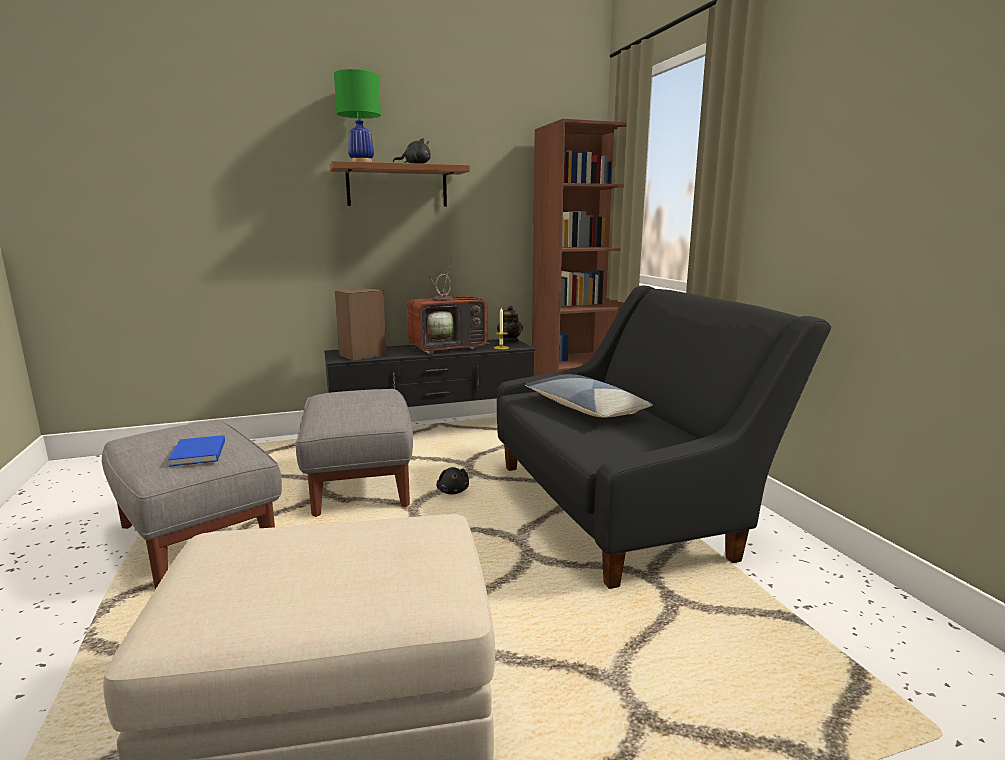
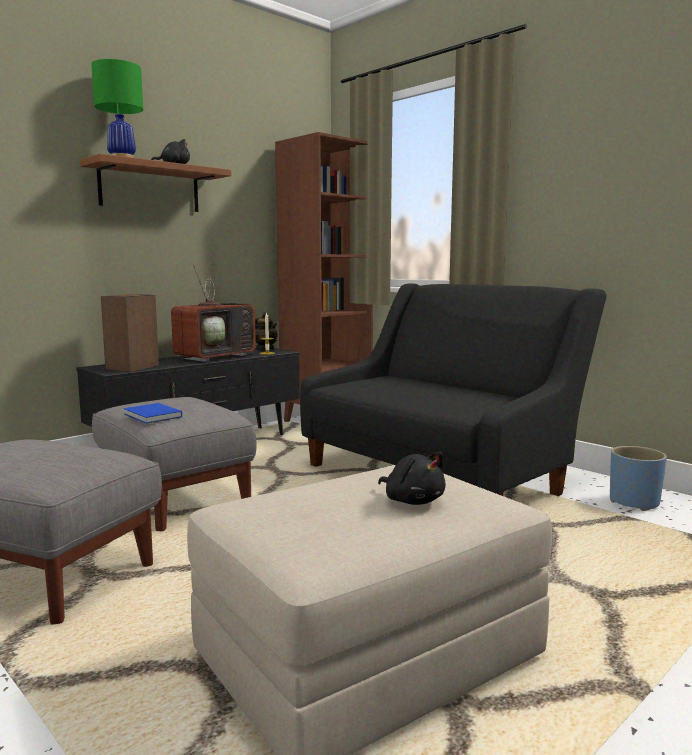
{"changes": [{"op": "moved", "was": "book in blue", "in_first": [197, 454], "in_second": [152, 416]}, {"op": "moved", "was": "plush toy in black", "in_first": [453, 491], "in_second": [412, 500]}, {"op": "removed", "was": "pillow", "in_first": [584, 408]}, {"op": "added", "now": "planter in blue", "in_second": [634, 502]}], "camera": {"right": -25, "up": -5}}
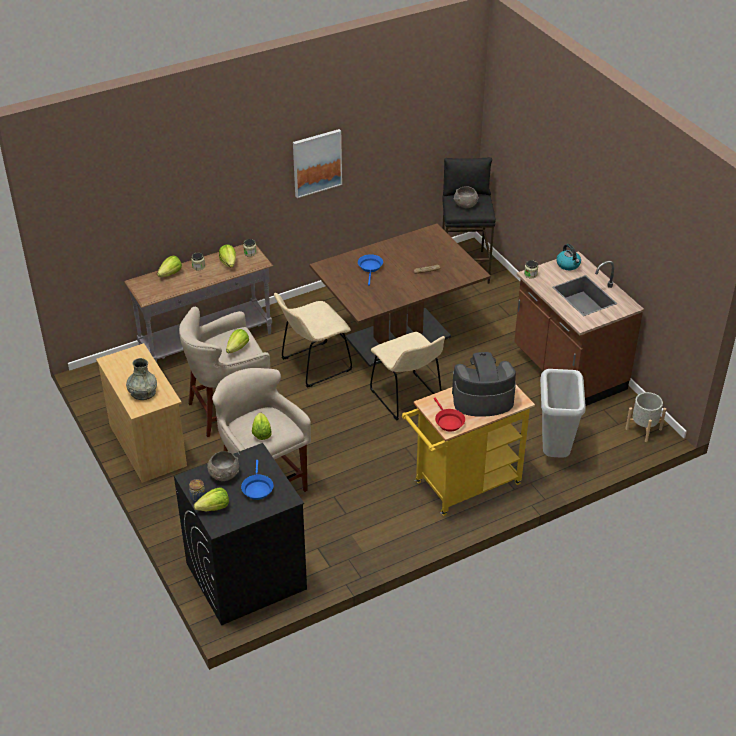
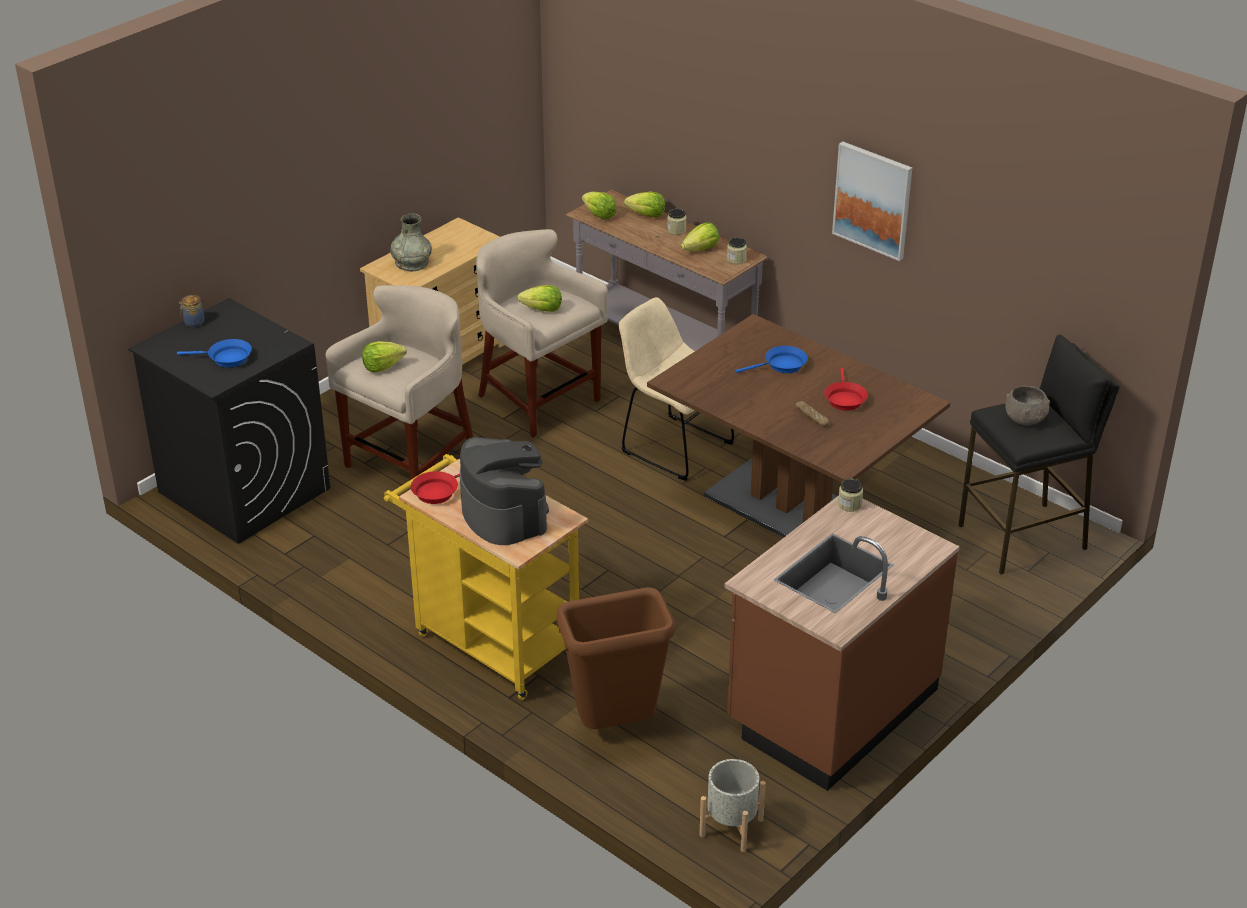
{"changes": [{"op": "moved", "was": "lettuce", "in_first": [214, 508], "in_second": [599, 215]}, {"op": "removed", "was": "bowl in grey", "in_first": [224, 475]}, {"op": "turned", "was": "frying pan in blue", "in_first": [257, 488], "in_second": [226, 358], "clockwise": -150}, {"op": "removed", "was": "chair in beige", "in_first": [408, 398]}, {"op": "recoloured", "was": "trash can in grey", "now": "trash can in brown", "in_first": [555, 452], "in_second": [615, 728]}, {"op": "removed", "was": "kettle", "in_first": [568, 265]}, {"op": "added", "now": "frying pan in red", "in_second": [844, 399]}], "camera": {"right": 70, "up": -5}}
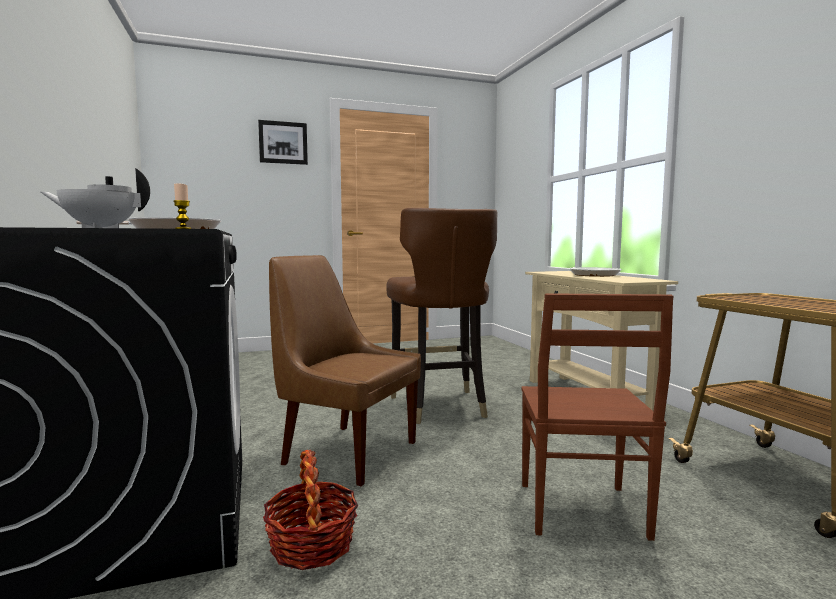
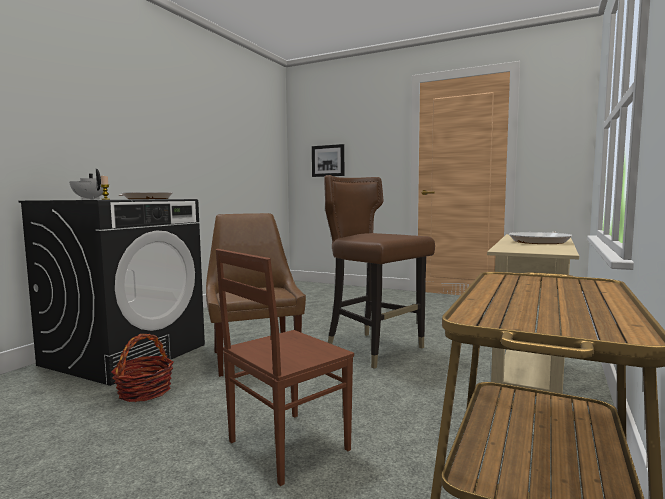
{"changes": [{"op": "moved", "was": "picture", "in_first": [283, 143], "in_second": [328, 161]}, {"op": "turned", "was": "chair in brown", "in_first": [439, 406], "in_second": [375, 349], "clockwise": 105}], "camera": {"right": 45, "up": 0}}
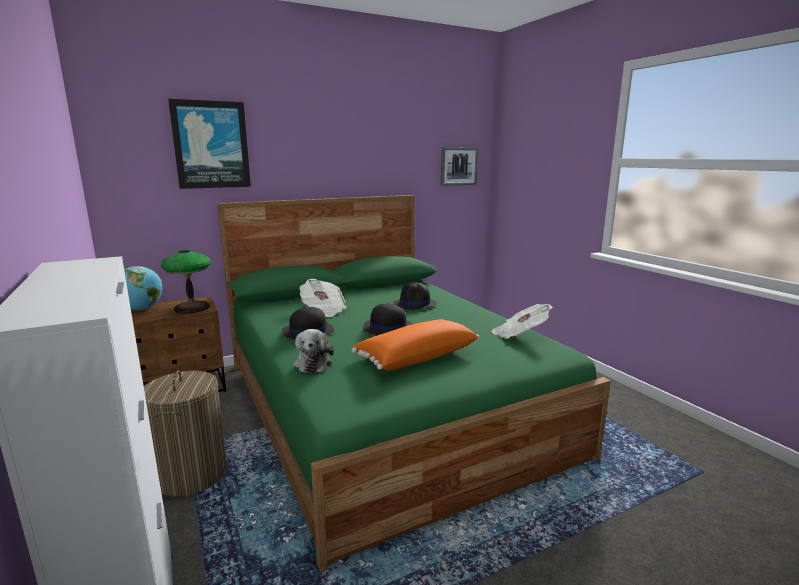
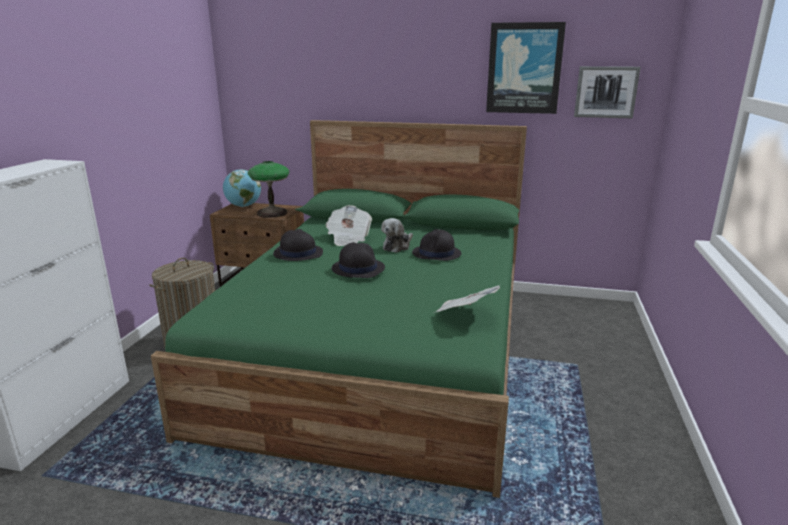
{"changes": [{"op": "moved", "was": "picture", "in_first": [211, 145], "in_second": [524, 68]}, {"op": "moved", "was": "plush toy", "in_first": [313, 363], "in_second": [397, 246]}, {"op": "removed", "was": "pillow in orange", "in_first": [416, 357]}], "camera": {"right": 40, "up": 5}}
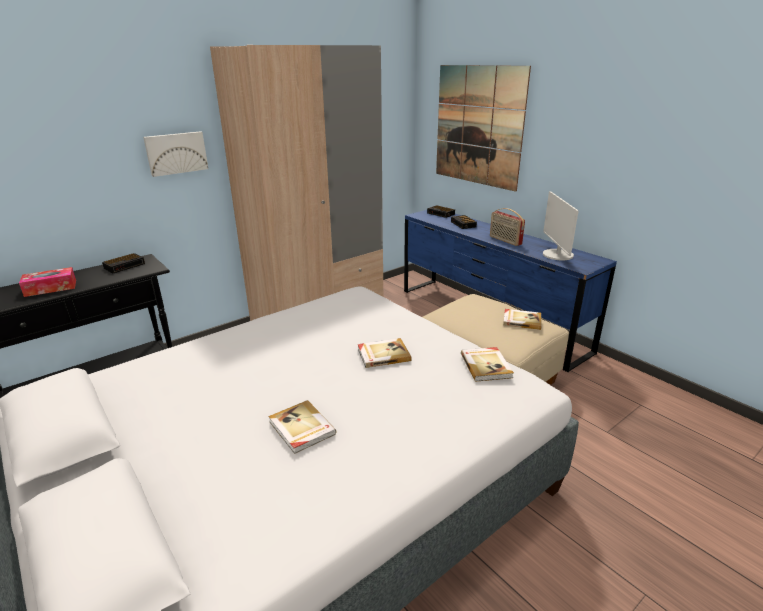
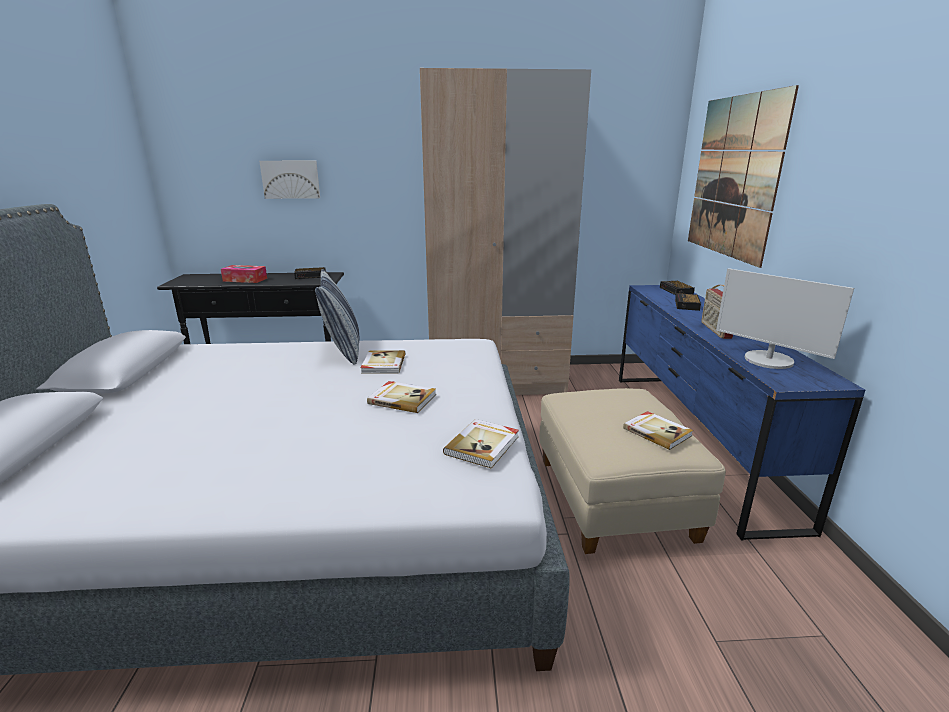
{"changes": [{"op": "moved", "was": "picture", "in_first": [176, 153], "in_second": [291, 179]}, {"op": "moved", "was": "book", "in_first": [301, 428], "in_second": [383, 364]}, {"op": "turned", "was": "monitor", "in_first": [557, 255], "in_second": [768, 360], "clockwise": -75}, {"op": "added", "now": "pillow", "in_second": [343, 351]}], "camera": {"right": 35, "up": -5}}
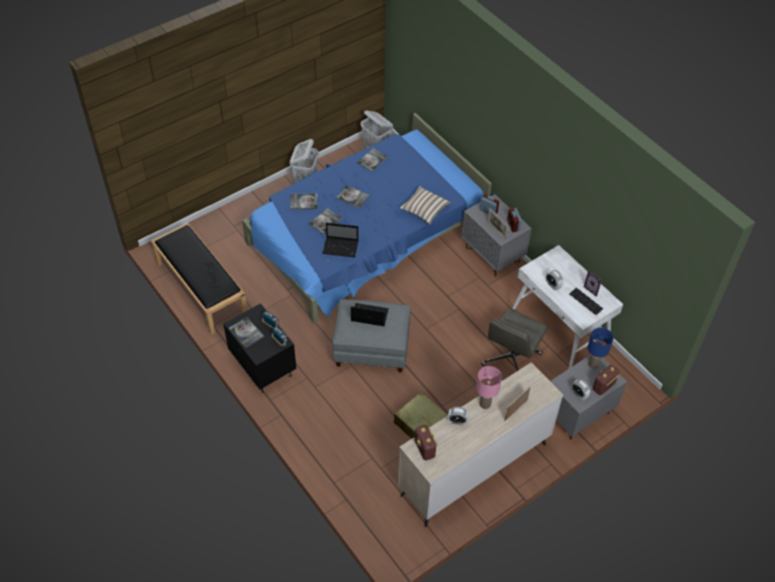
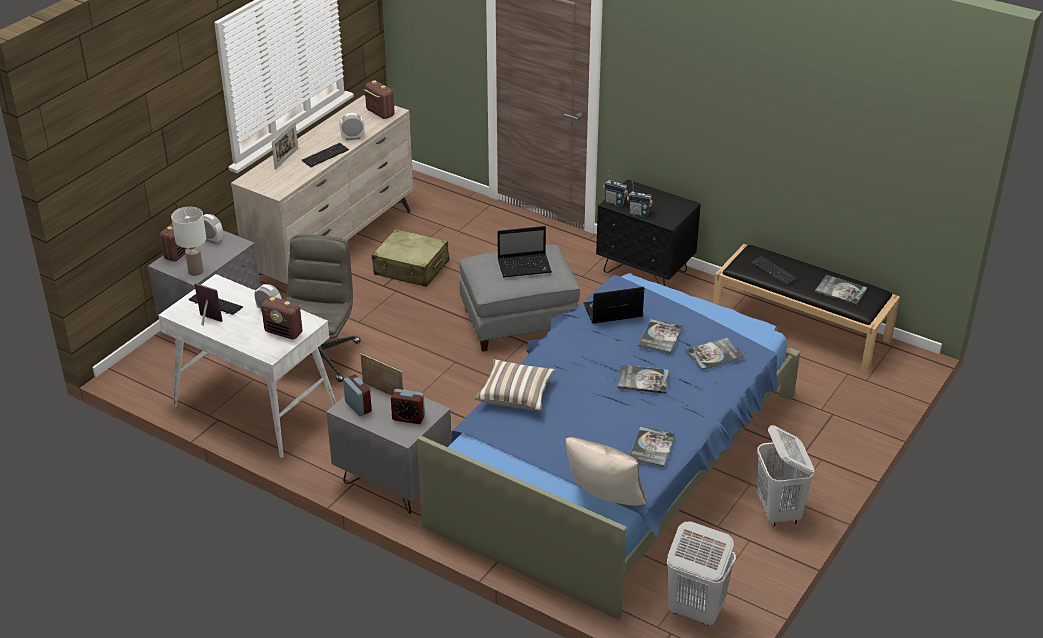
{"changes": [{"op": "moved", "was": "book", "in_first": [246, 332], "in_second": [840, 290]}, {"op": "replaced", "was": "table lamp in pink", "now": "keyboard", "in_first": [485, 404], "in_second": [325, 156]}, {"op": "recoloured", "was": "table lamp in blue", "now": "table lamp in white", "in_first": [593, 364], "in_second": [195, 271]}, {"op": "added", "now": "radio", "in_second": [284, 332]}, {"op": "added", "now": "pillow in beige", "in_second": [604, 499]}], "camera": {"right": 160, "up": -15}}
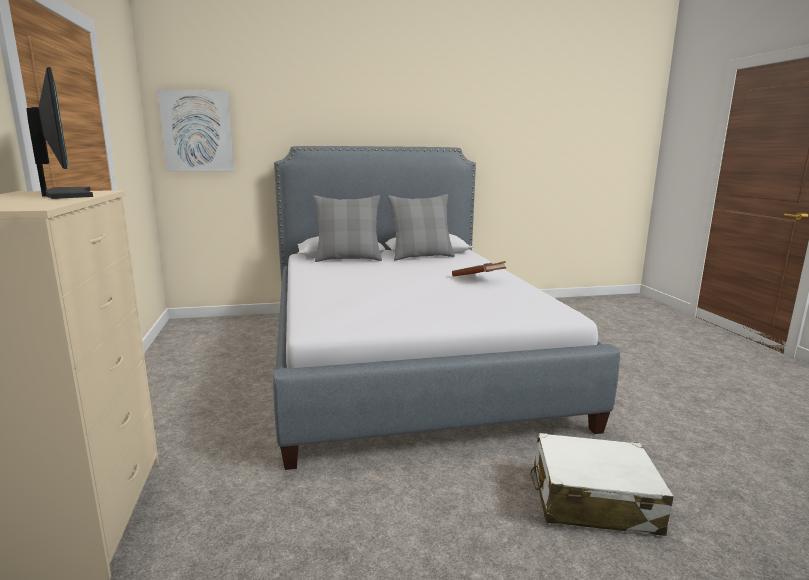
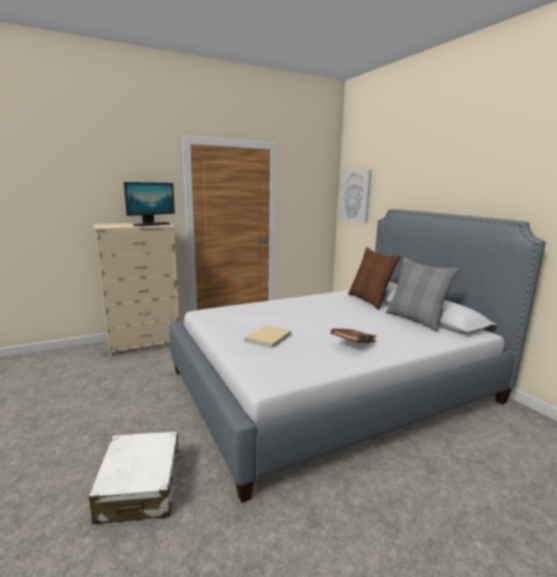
{"changes": [{"op": "recoloured", "was": "pillow in grey", "now": "pillow in brown", "in_first": [348, 259], "in_second": [369, 300]}, {"op": "added", "now": "book in beige", "in_second": [266, 338]}], "camera": {"right": 75, "up": 0}}
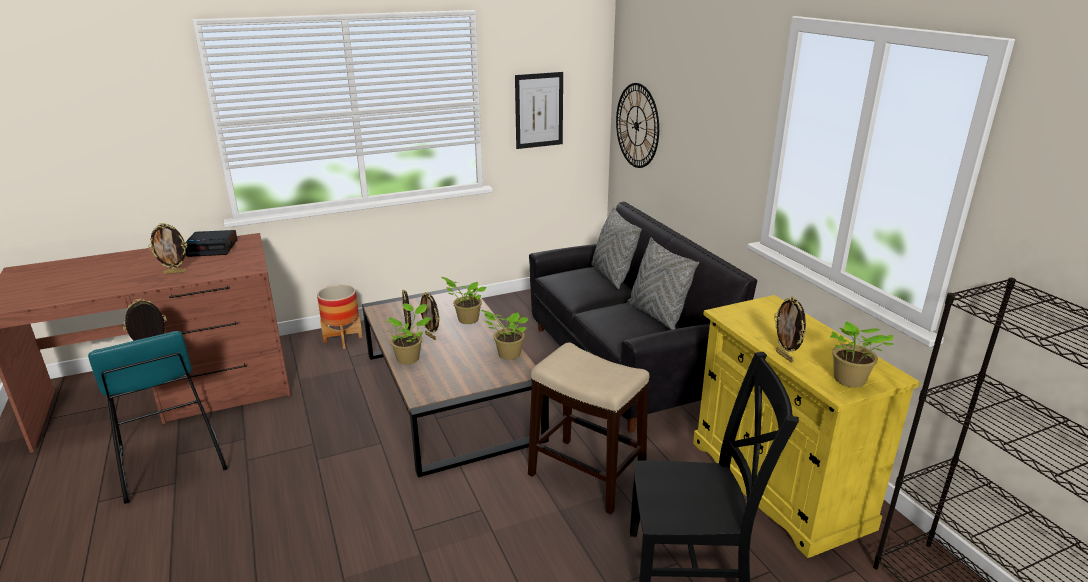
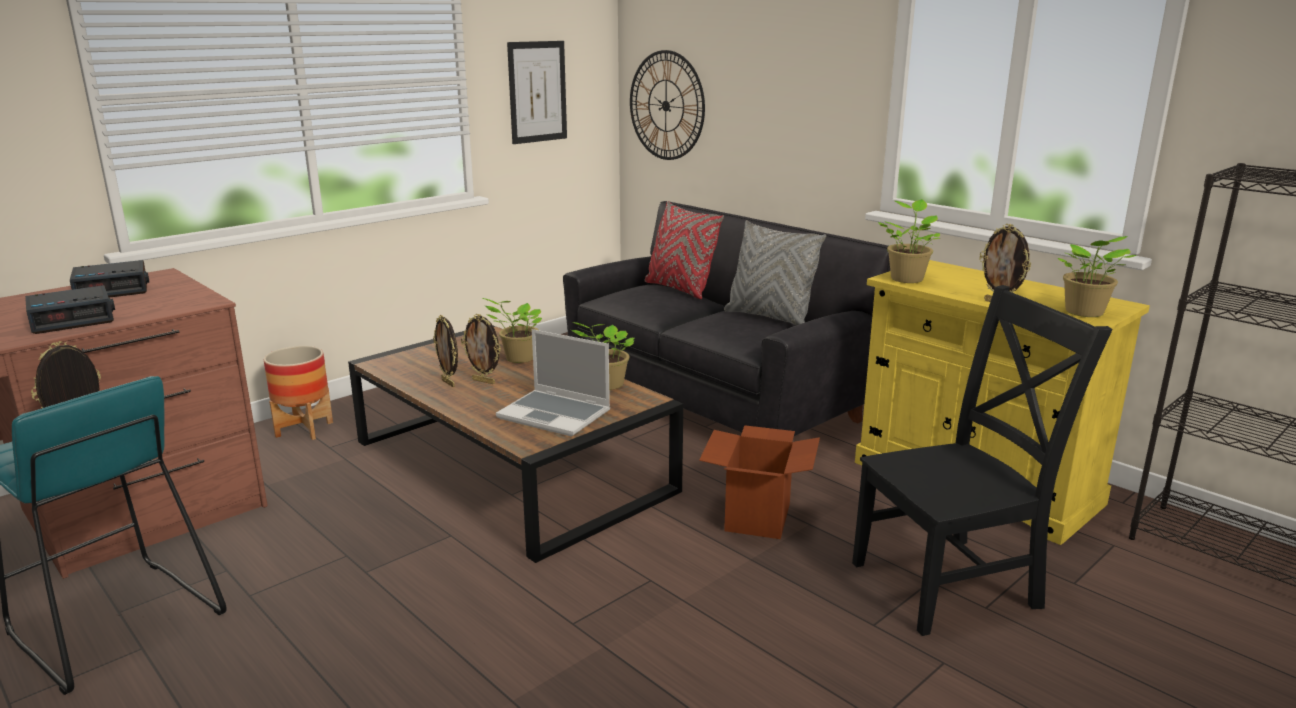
{"changes": [{"op": "replaced", "was": "picture frame", "now": "alarm clock", "in_first": [175, 272], "in_second": [73, 319]}, {"op": "moved", "was": "potted plant", "in_first": [409, 358], "in_second": [907, 278]}, {"op": "replaced", "was": "stool", "now": "cardboard box", "in_first": [587, 475], "in_second": [757, 517]}, {"op": "recoloured", "was": "pillow in grey", "now": "pillow in red", "in_first": [612, 276], "in_second": [680, 289]}, {"op": "added", "now": "laptop", "in_second": [556, 415]}], "camera": {"right": -20, "up": -5}}
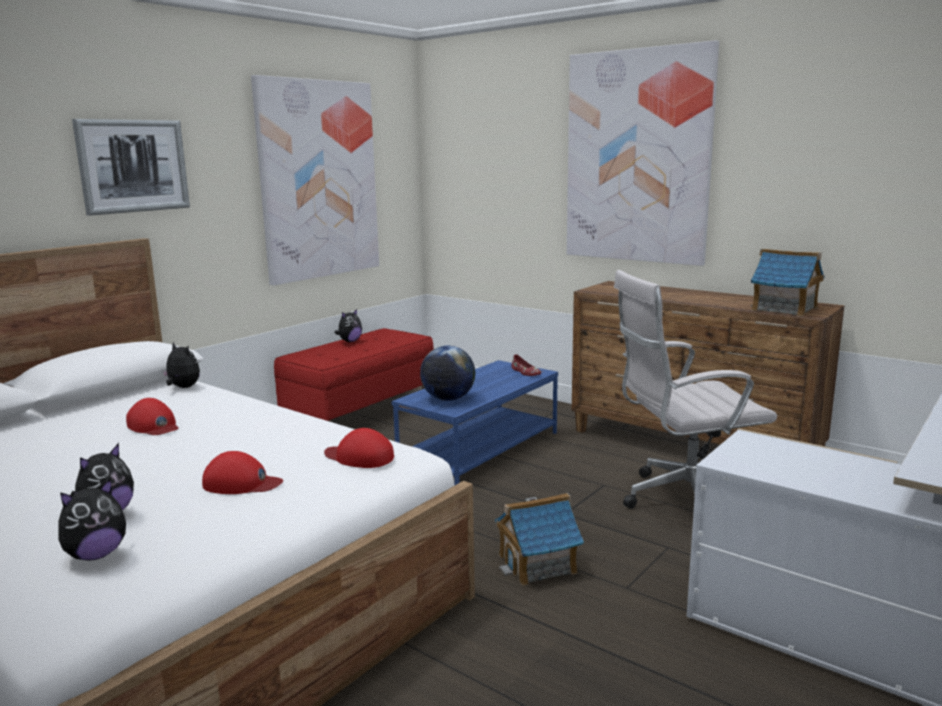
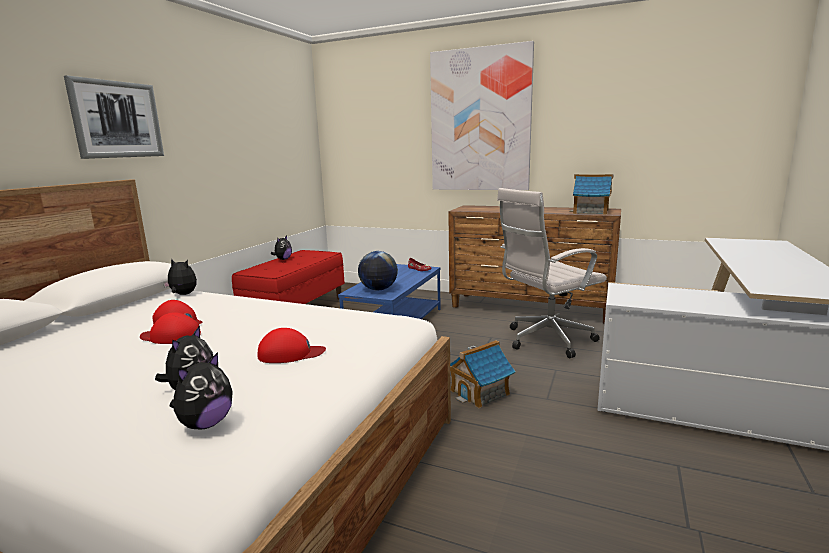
{"changes": [{"op": "removed", "was": "picture", "in_first": [319, 180]}, {"op": "moved", "was": "cap in red", "in_first": [359, 457], "in_second": [171, 336]}], "camera": {"right": -15, "up": 0}}
